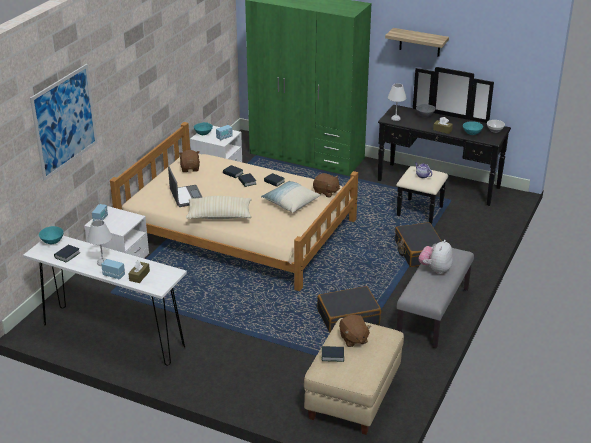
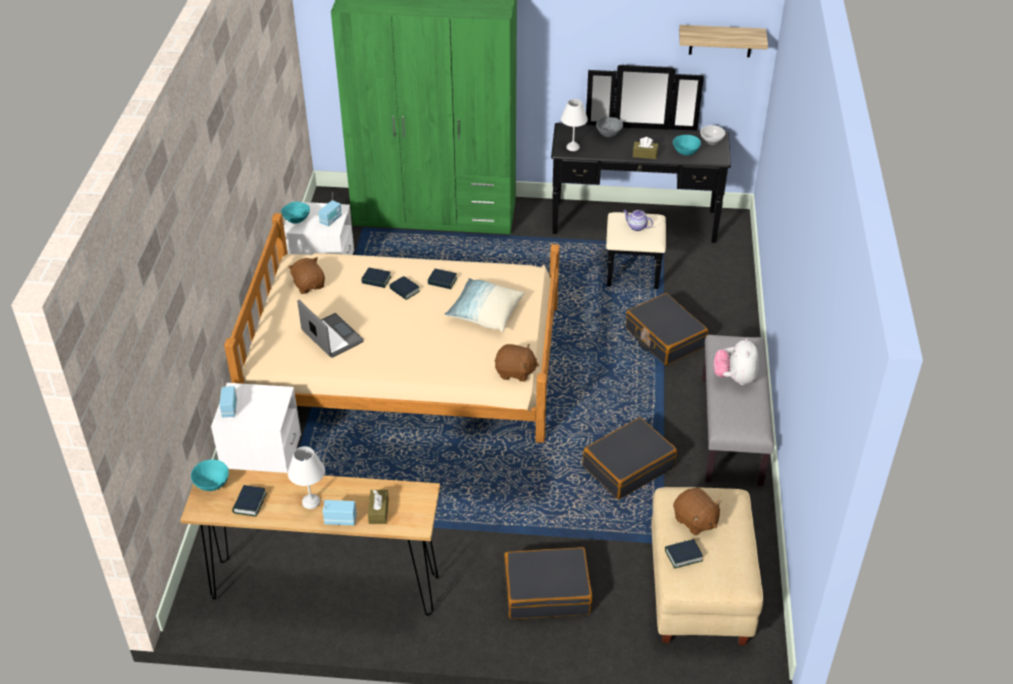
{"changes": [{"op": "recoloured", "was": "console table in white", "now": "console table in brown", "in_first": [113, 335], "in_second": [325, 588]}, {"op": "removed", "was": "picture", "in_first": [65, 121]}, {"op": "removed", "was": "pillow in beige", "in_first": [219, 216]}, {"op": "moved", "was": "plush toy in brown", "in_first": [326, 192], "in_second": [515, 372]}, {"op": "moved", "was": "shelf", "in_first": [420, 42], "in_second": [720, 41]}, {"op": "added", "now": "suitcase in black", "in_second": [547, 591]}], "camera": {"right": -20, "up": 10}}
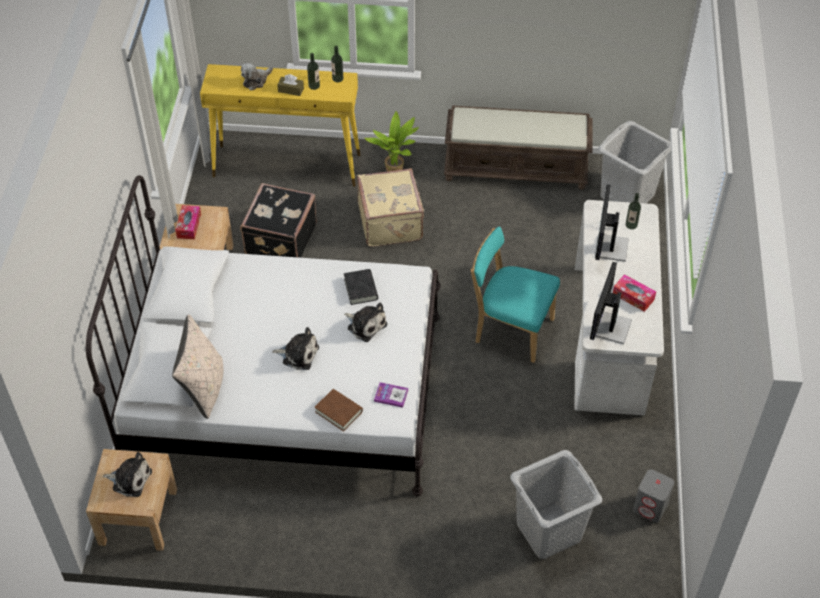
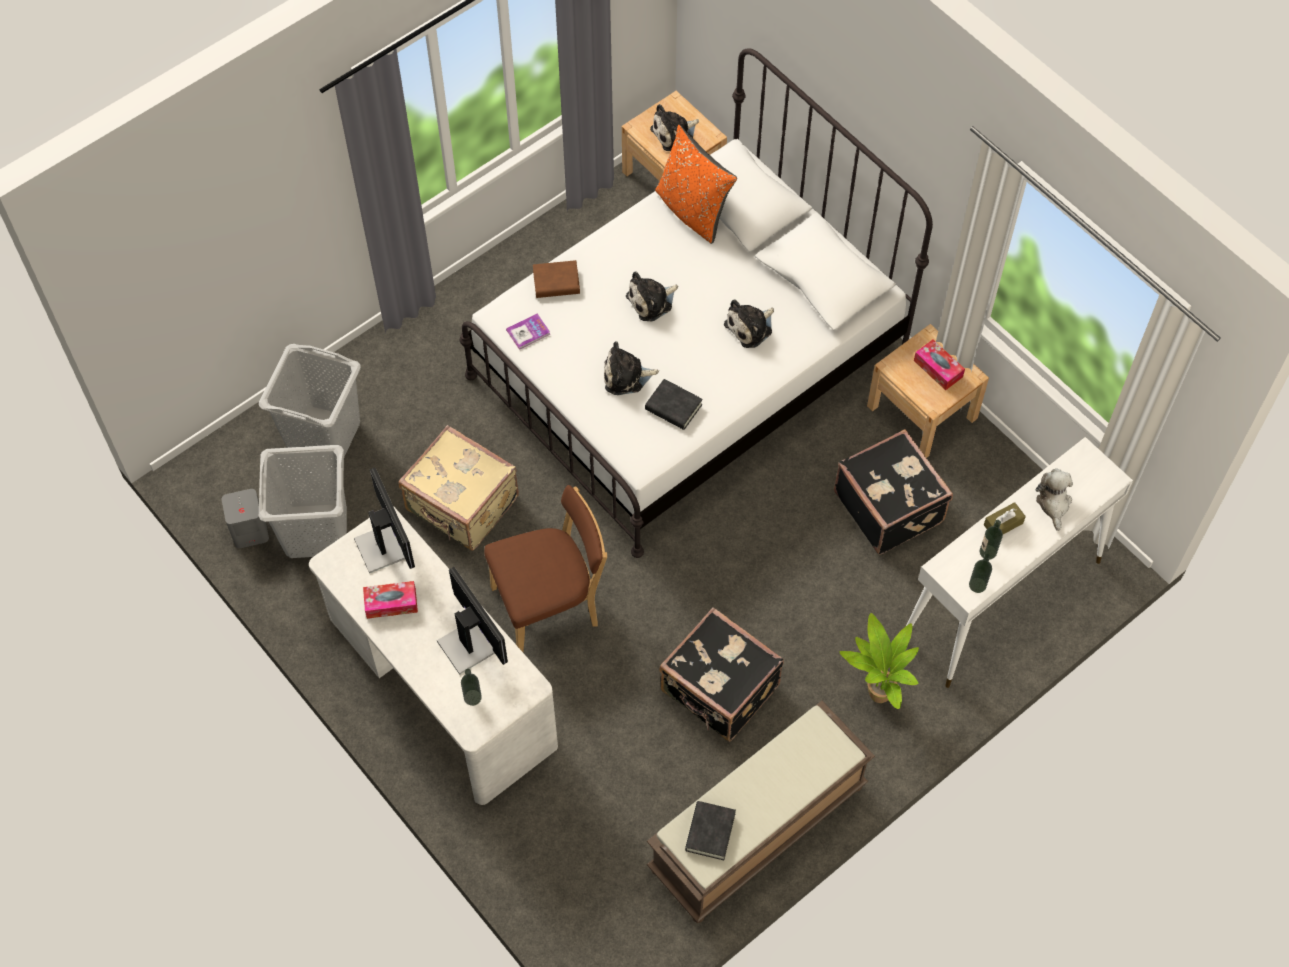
{"changes": [{"op": "recoloured", "was": "pillow in beige", "now": "pillow in orange", "in_first": [204, 388], "in_second": [692, 211]}, {"op": "recoloured", "was": "console table in yellow", "now": "console table in white", "in_first": [287, 165], "in_second": [1000, 601]}, {"op": "moved", "was": "suitcase in beige", "in_first": [391, 222], "in_second": [461, 506]}, {"op": "recoloured", "was": "chair in turquoise", "now": "chair in brown", "in_first": [510, 329], "in_second": [550, 605]}, {"op": "moved", "was": "laundry basket in grey", "in_first": [627, 196], "in_second": [315, 530]}, {"op": "added", "now": "suitcase in black", "in_second": [719, 690]}, {"op": "added", "now": "book in black", "in_second": [710, 832]}, {"op": "added", "now": "plush toy", "in_second": [751, 327]}], "camera": {"right": 135, "up": 10}}
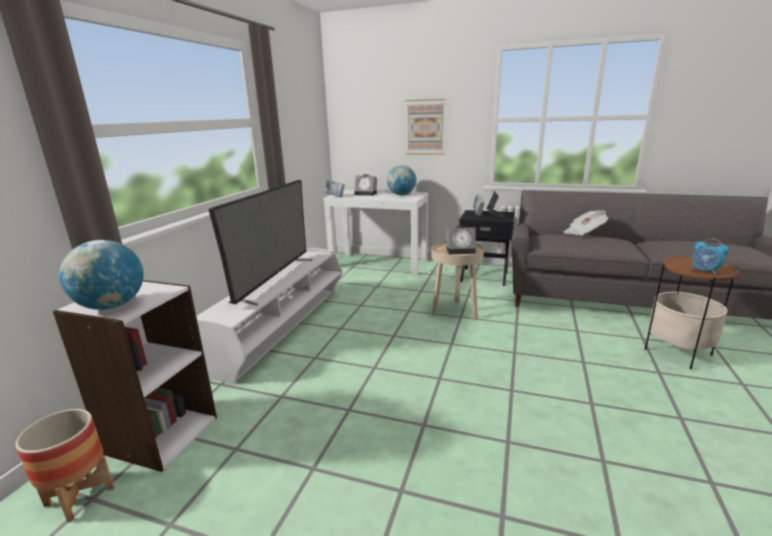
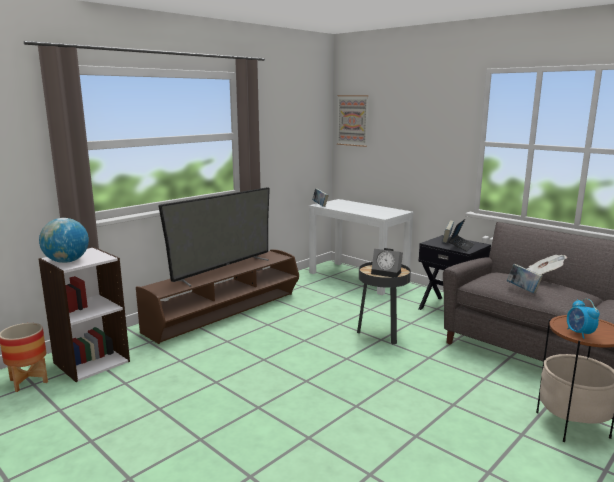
{"changes": [{"op": "recoloured", "was": "tv stand in white", "now": "tv stand in brown", "in_first": [284, 327], "in_second": [226, 313]}, {"op": "removed", "was": "alarm clock", "in_first": [366, 193]}, {"op": "removed", "was": "globe", "in_first": [401, 195]}, {"op": "moved", "was": "picture", "in_first": [425, 127], "in_second": [352, 120]}, {"op": "recoloured", "was": "side table in beige", "now": "side table in black", "in_first": [455, 311], "in_second": [382, 333]}, {"op": "added", "now": "book", "in_second": [523, 289]}], "camera": {"right": 25, "up": -5}}
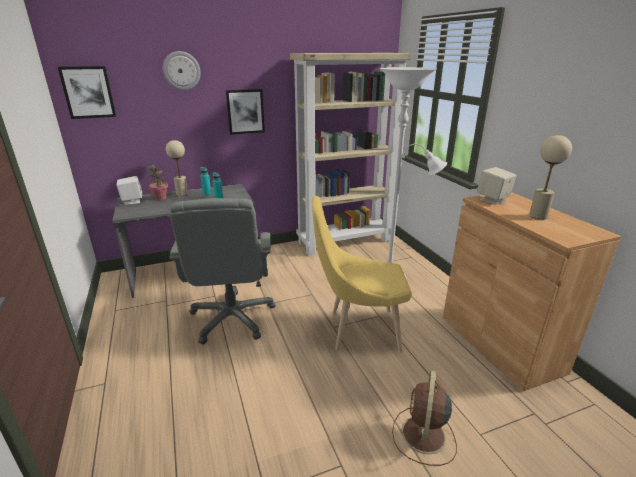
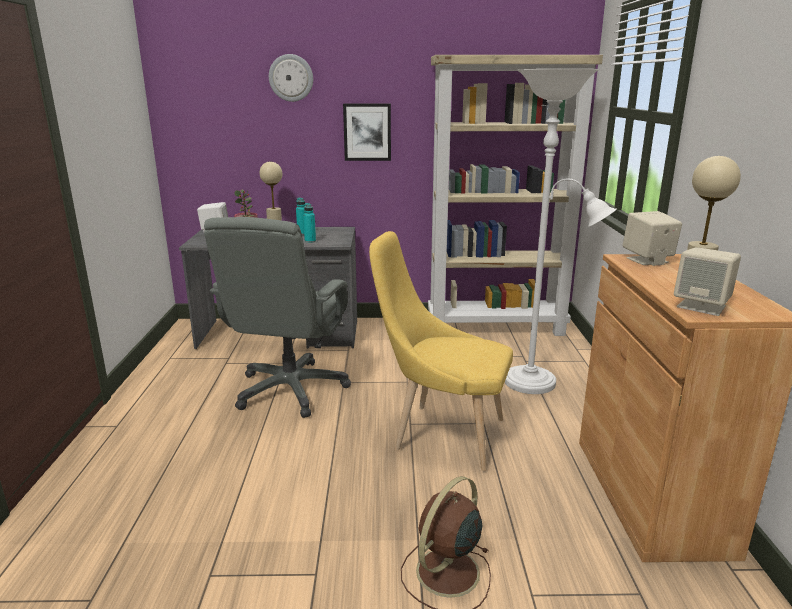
{"changes": [{"op": "removed", "was": "picture", "in_first": [88, 92]}, {"op": "added", "now": "speaker in beige", "in_second": [702, 306]}], "camera": {"right": 20, "up": -5}}
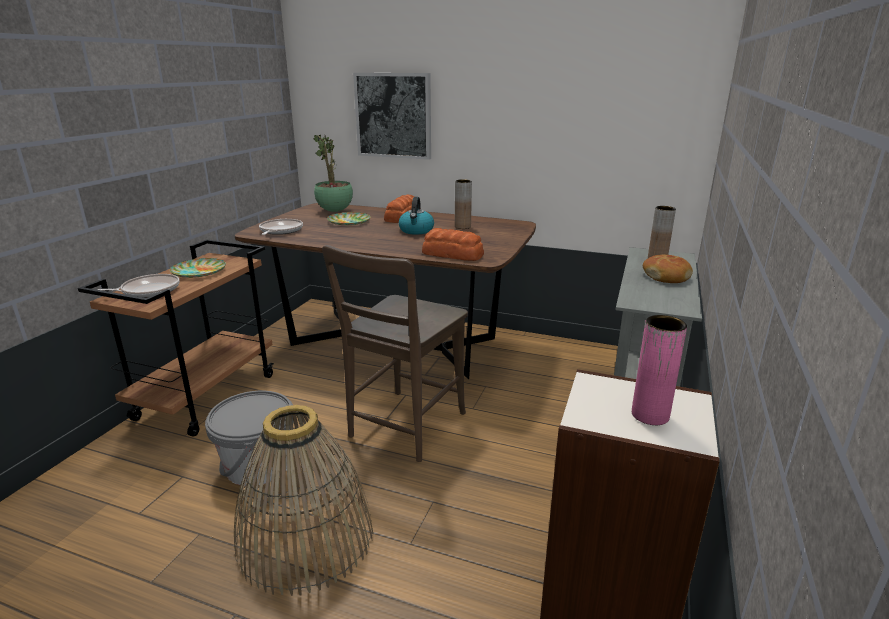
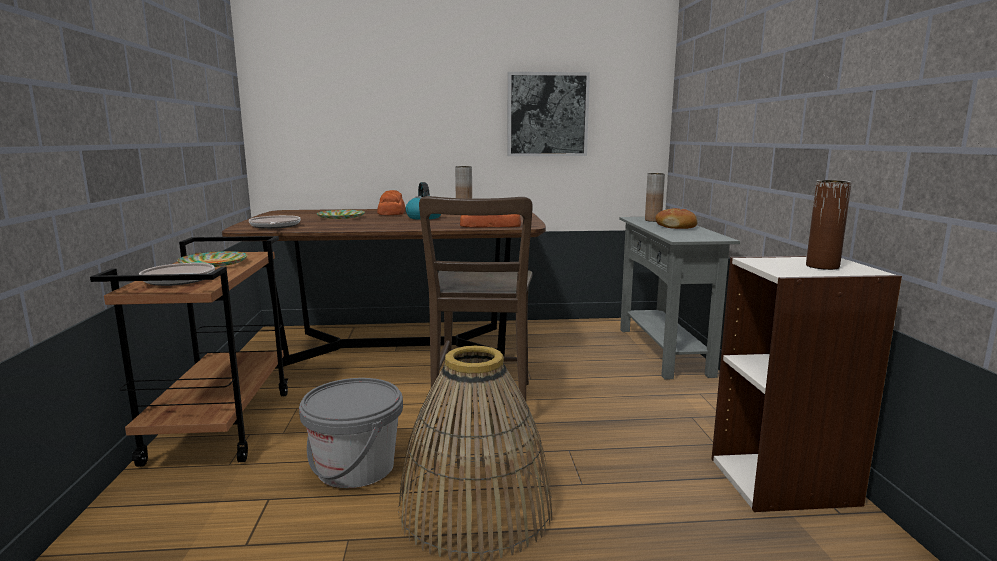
{"changes": [{"op": "removed", "was": "potted plant", "in_first": [334, 211]}, {"op": "moved", "was": "picture", "in_first": [393, 115], "in_second": [547, 114]}, {"op": "recoloured", "was": "vase in pink", "now": "vase in brown", "in_first": [650, 415], "in_second": [822, 266]}], "camera": {"right": -25, "up": -10}}
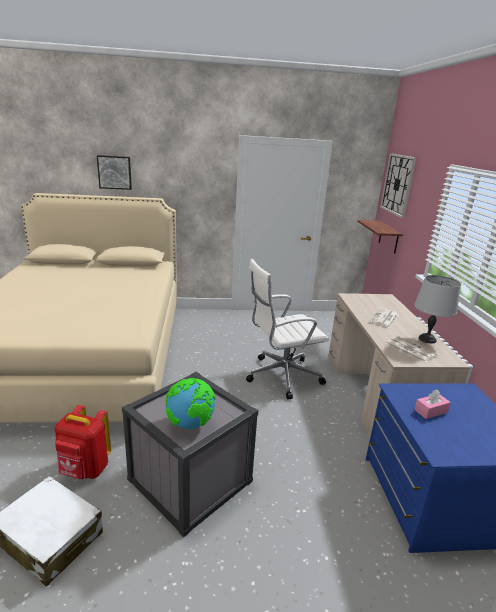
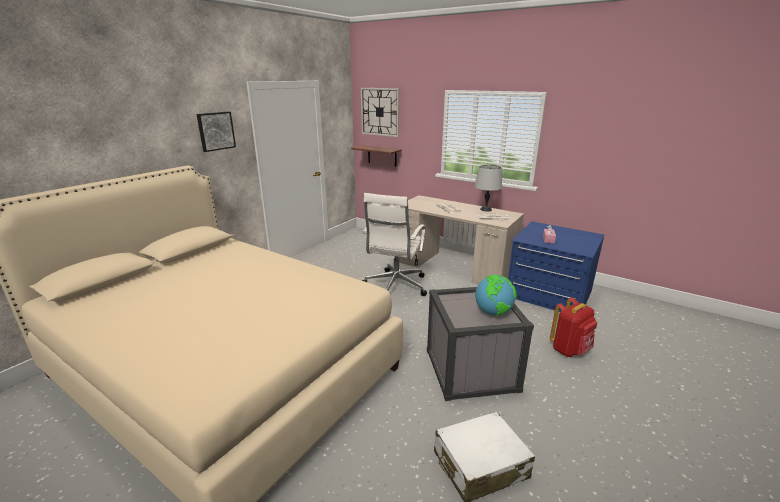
{"changes": [{"op": "moved", "was": "backpack in red", "in_first": [85, 470], "in_second": [569, 350]}, {"op": "moved", "was": "picture", "in_first": [115, 172], "in_second": [215, 131]}], "camera": {"right": -50, "up": 0}}
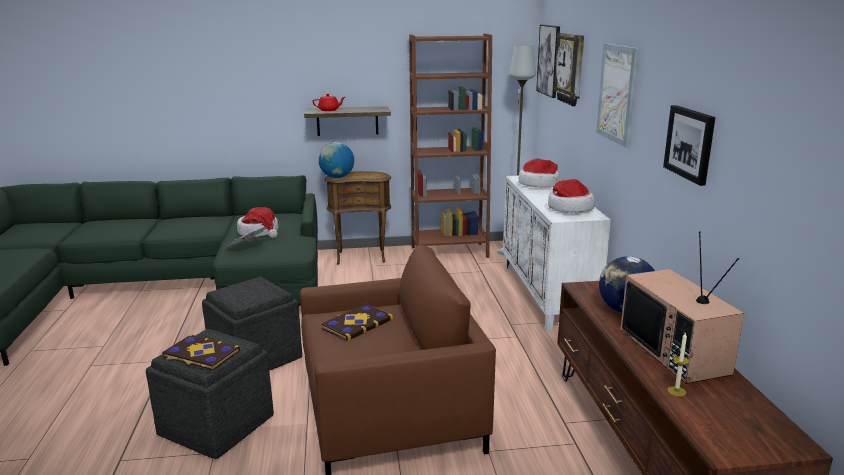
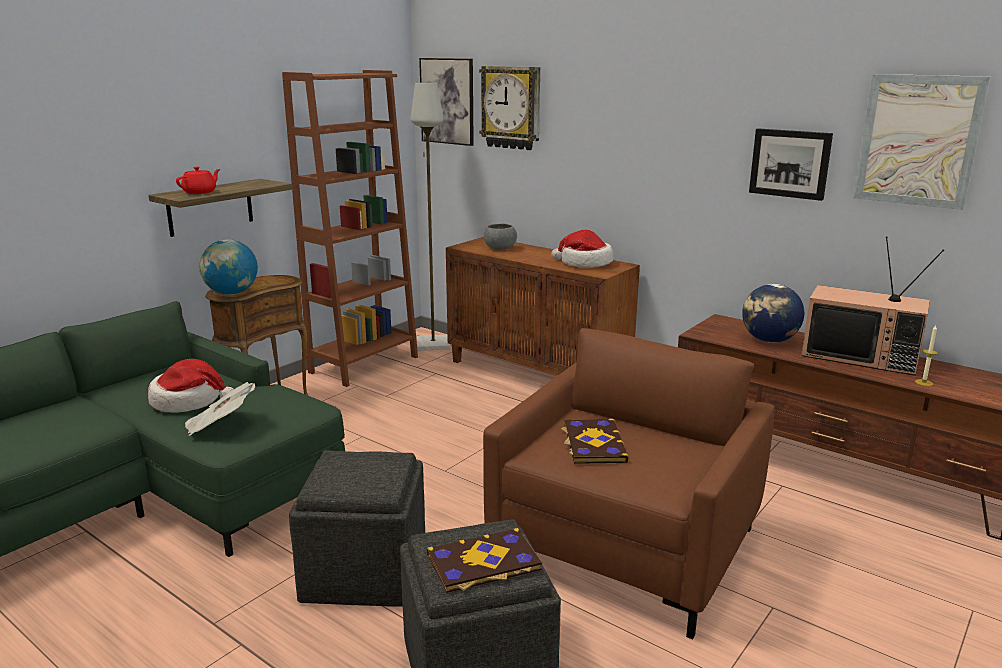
{"changes": [{"op": "recoloured", "was": "cabinet in white", "now": "cabinet in brown", "in_first": [547, 295], "in_second": [538, 374]}, {"op": "replaced", "was": "hat", "now": "bowl in grey", "in_first": [539, 184], "in_second": [500, 248]}, {"op": "moved", "was": "picture", "in_first": [617, 93], "in_second": [918, 140]}], "camera": {"right": -45, "up": 0}}
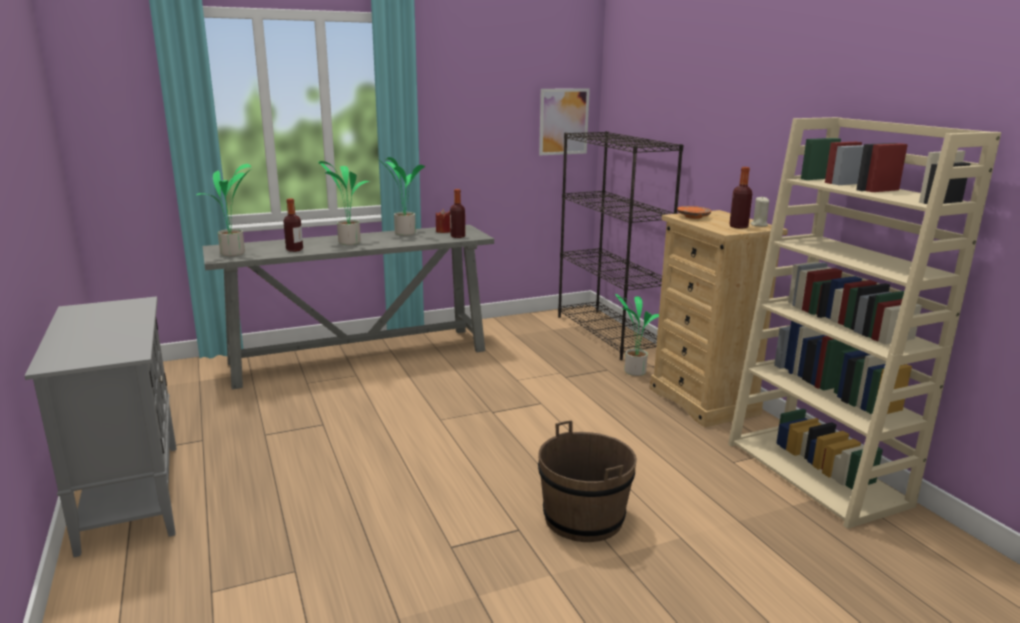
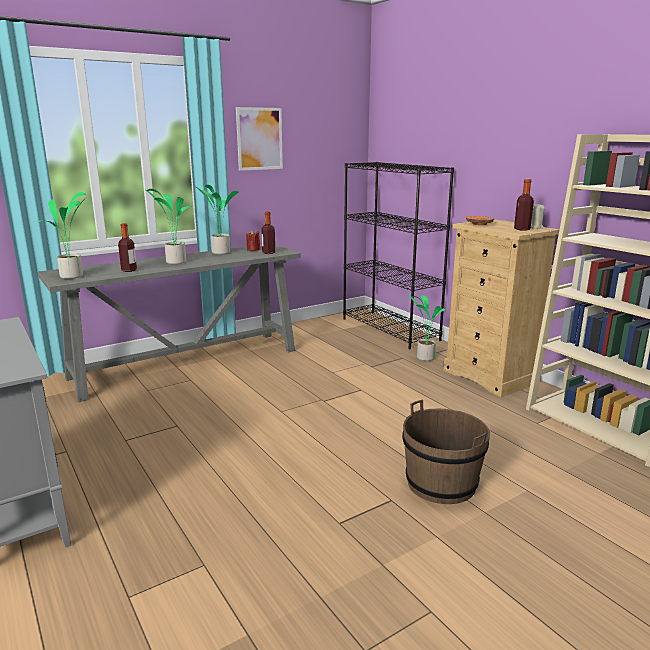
{"changes": [{"op": "moved", "was": "picture", "in_first": [563, 121], "in_second": [259, 139]}], "camera": {"right": -10, "up": 0}}
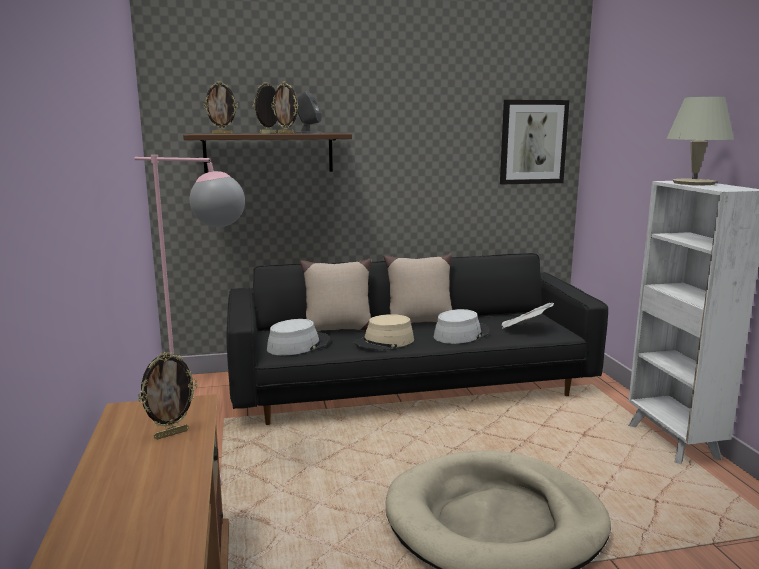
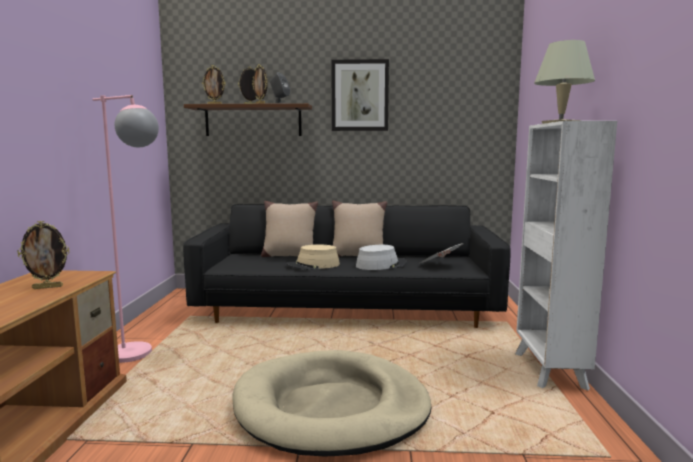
{"changes": [{"op": "removed", "was": "hat in grey", "in_first": [298, 345]}, {"op": "moved", "was": "picture", "in_first": [533, 142], "in_second": [360, 95]}], "camera": {"right": 15, "up": -5}}
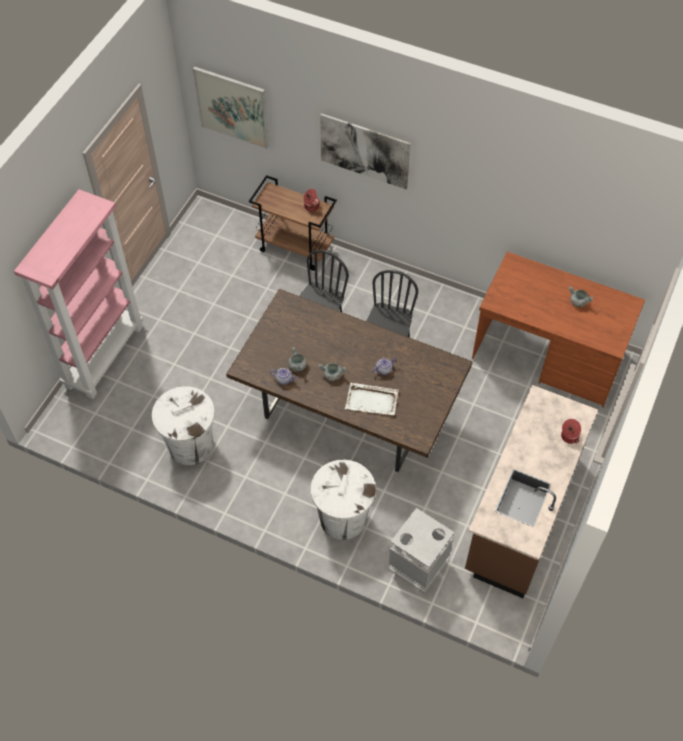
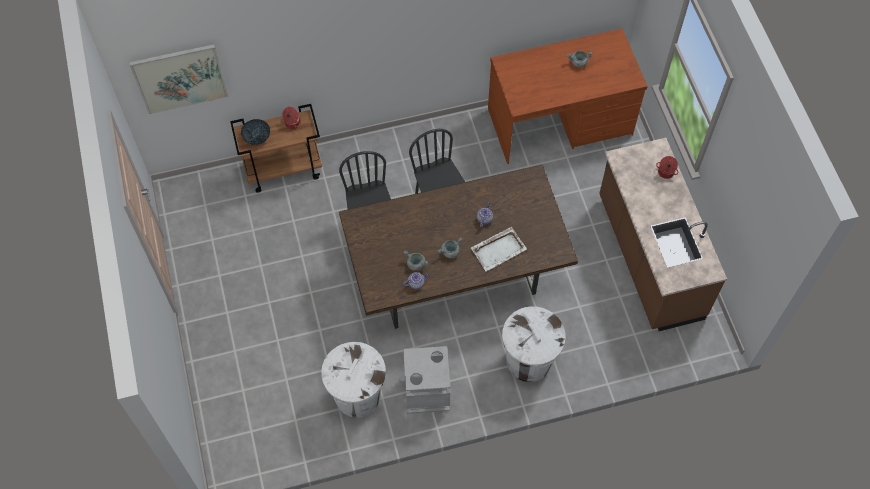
{"changes": [{"op": "removed", "was": "bookcase in pink", "in_first": [104, 355]}, {"op": "removed", "was": "picture", "in_first": [364, 151]}, {"op": "moved", "was": "trash can in grey", "in_first": [417, 564], "in_second": [426, 392]}, {"op": "added", "now": "bowl", "in_second": [256, 136]}], "camera": {"right": -40, "up": 5}}
